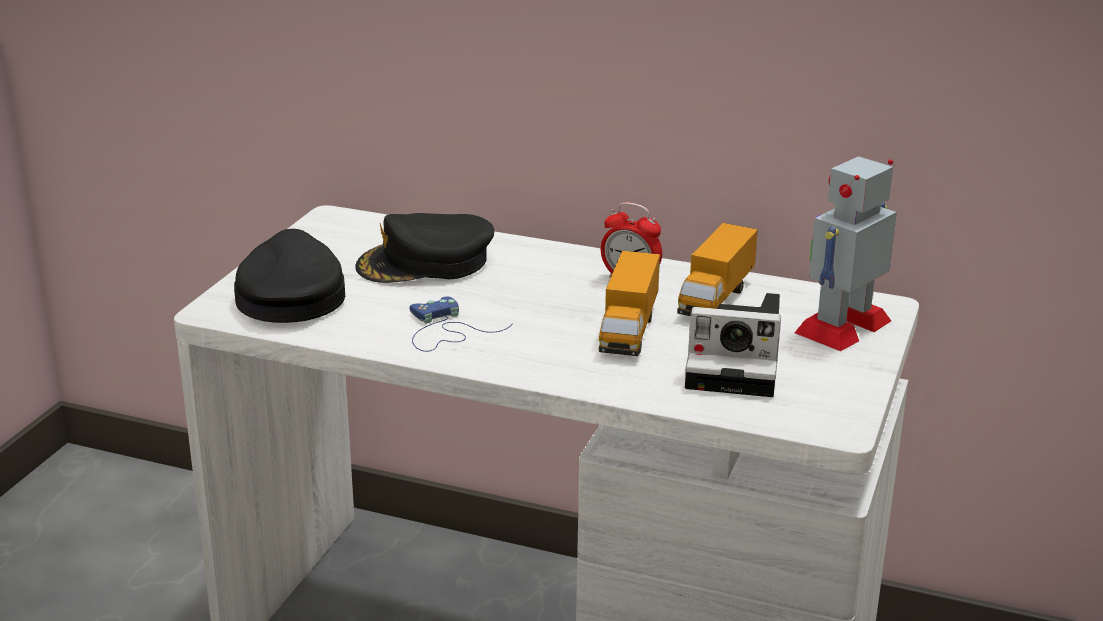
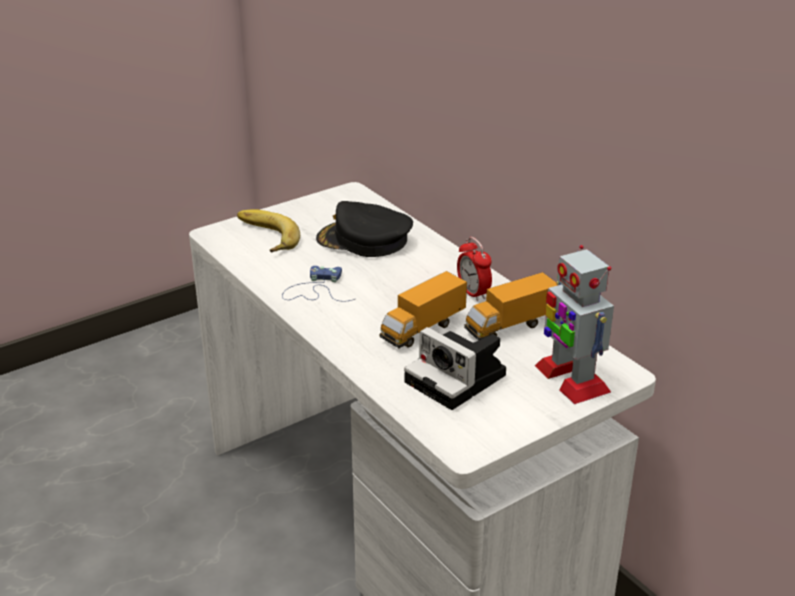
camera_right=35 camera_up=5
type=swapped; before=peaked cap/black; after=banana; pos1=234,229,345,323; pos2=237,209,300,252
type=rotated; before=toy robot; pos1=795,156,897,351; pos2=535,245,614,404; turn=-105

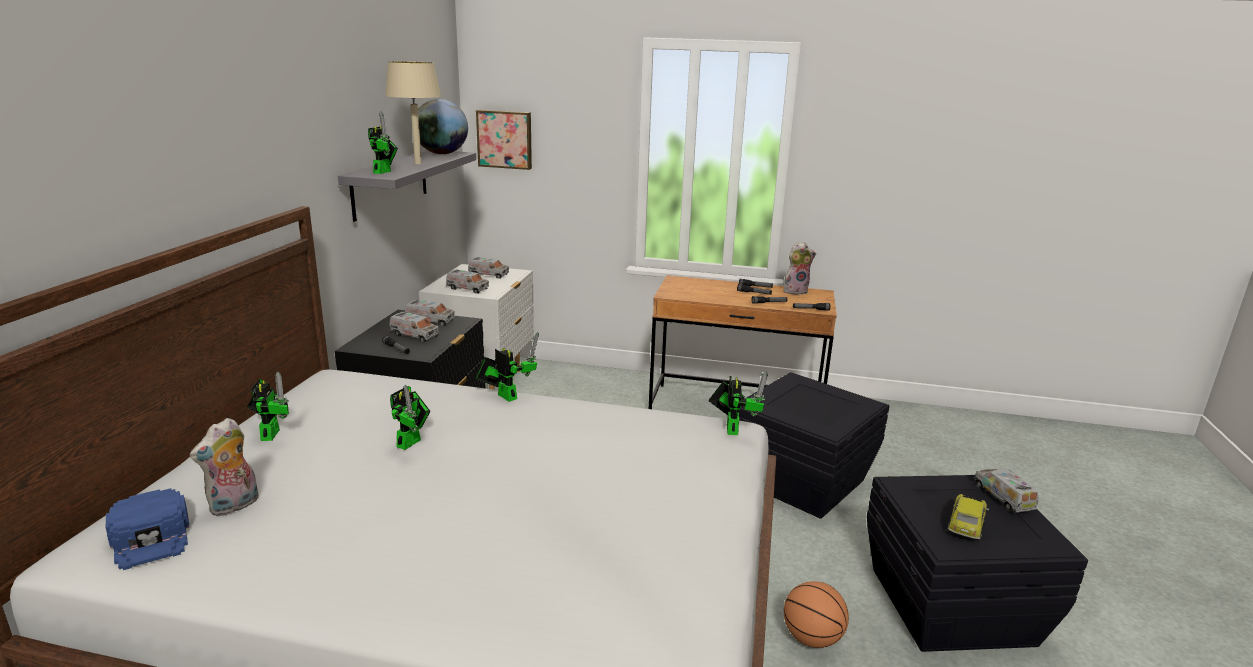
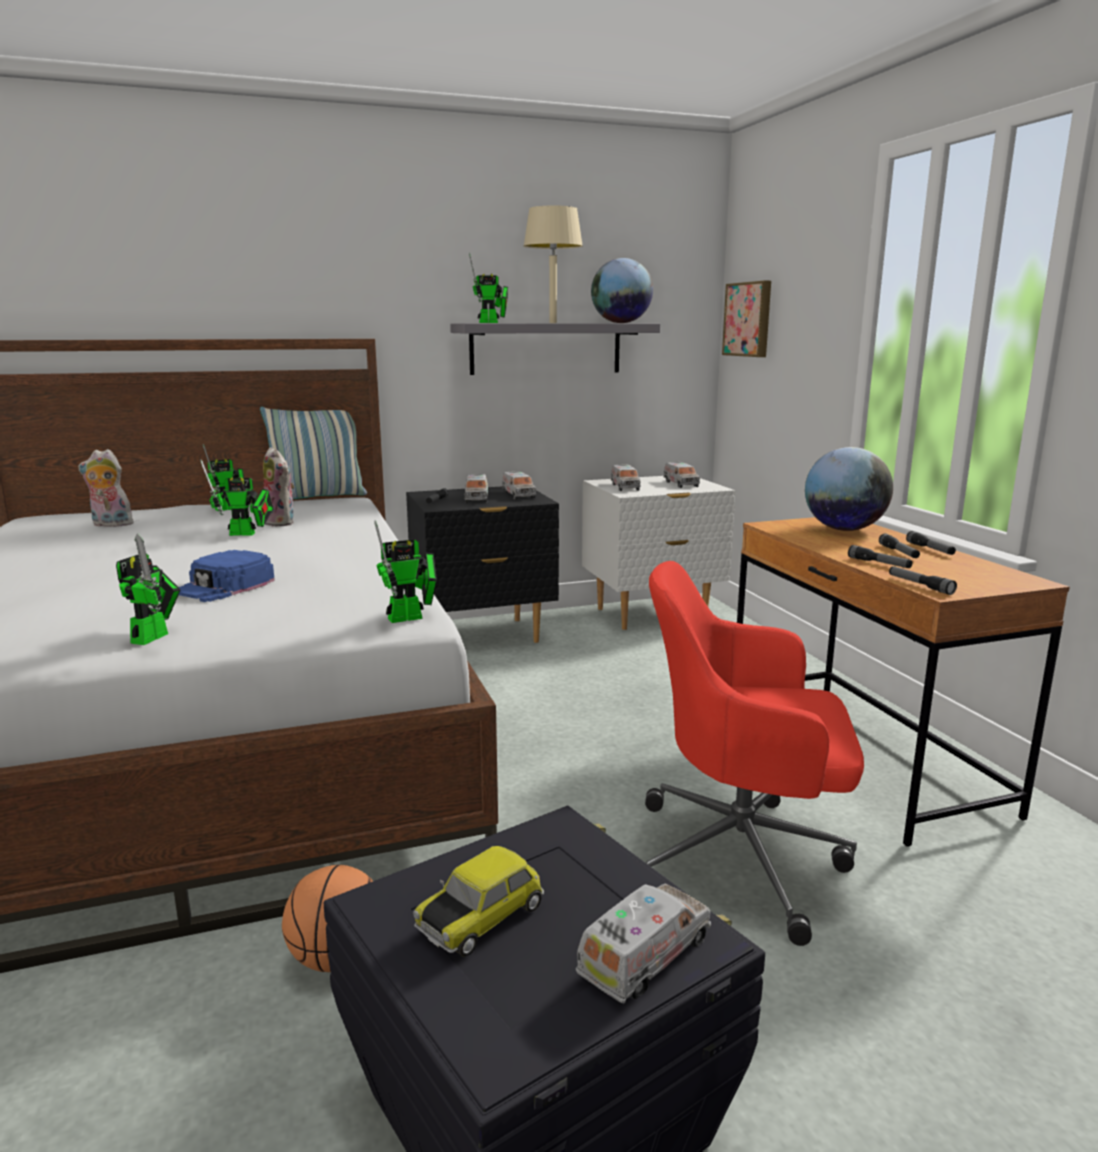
camera_right=60 camera_up=-5
type=shifted; before=toy robot; pos1=475,332,539,402; pos2=116,533,180,645
type=shifted; before=peaked cap/bluish; pos1=106,488,190,570; pos2=179,550,275,602
type=new; after=cushion; pos2=260,407,367,499
type=shifted; before=plush toy; pos1=783,242,816,295; pos2=263,447,295,527
type=rotated; before=toy car; pos1=948,494,989,541; pos2=413,846,544,957; turn=135
type=swapped; before=storage box/black; after=office chair/red-coloured; pos1=738,372,889,519; pos2=645,561,864,946
type=new; after=desk globe; pos2=805,447,893,531

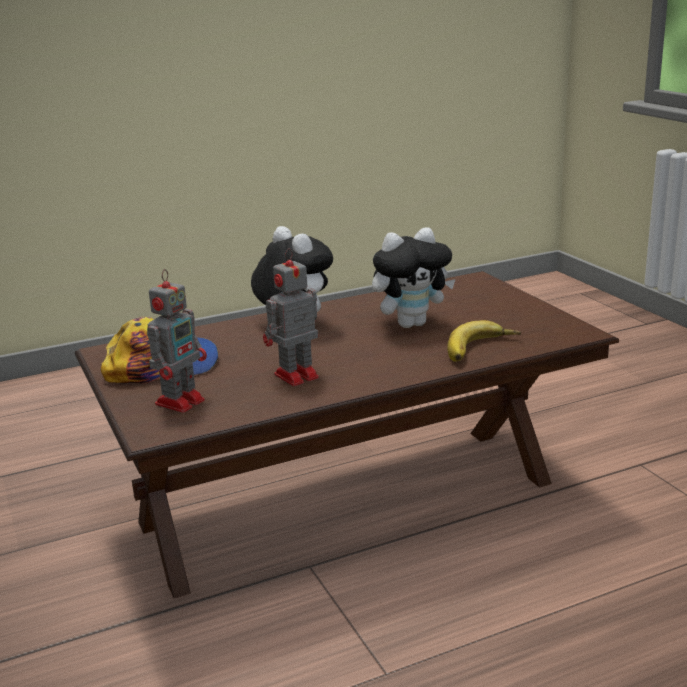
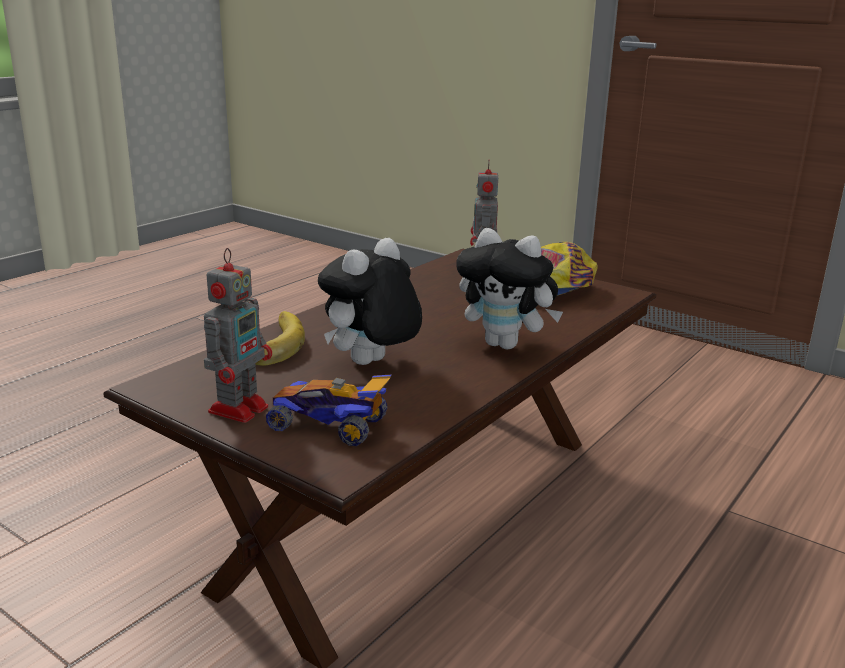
camera_right=150 camera_up=0
type=shifted; before=toy robot; pos1=263,248,319,386; pos2=204,248,272,423
type=new; after=toy car; pos2=266,374,392,446

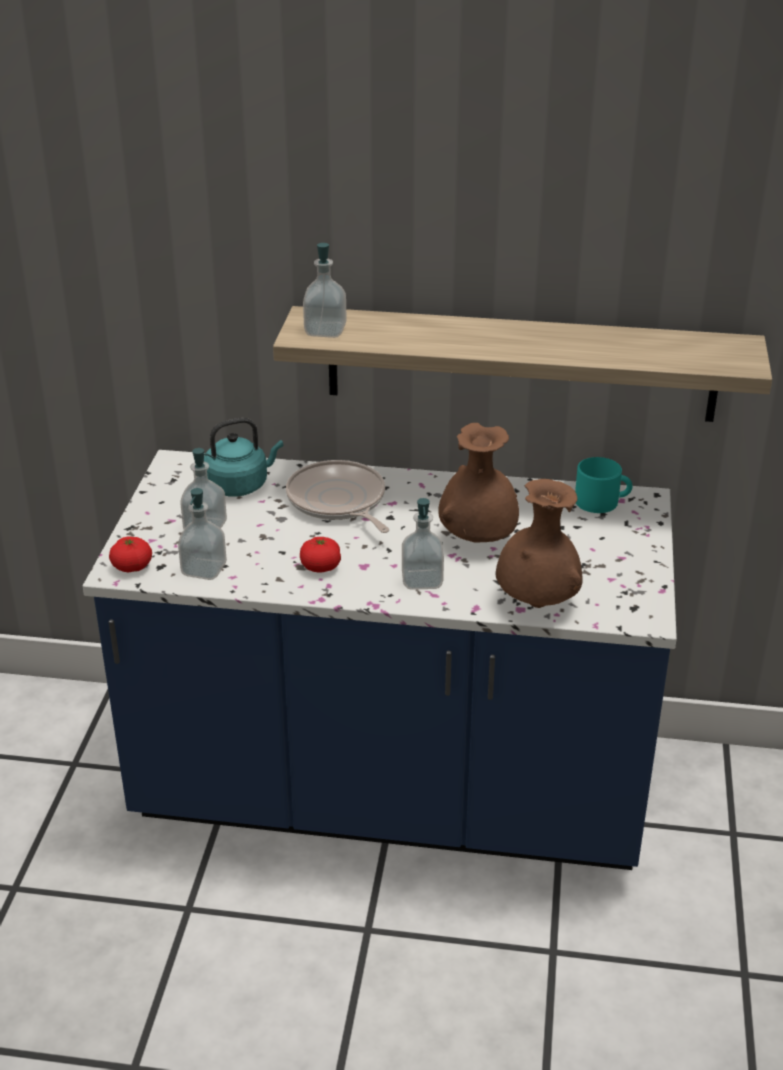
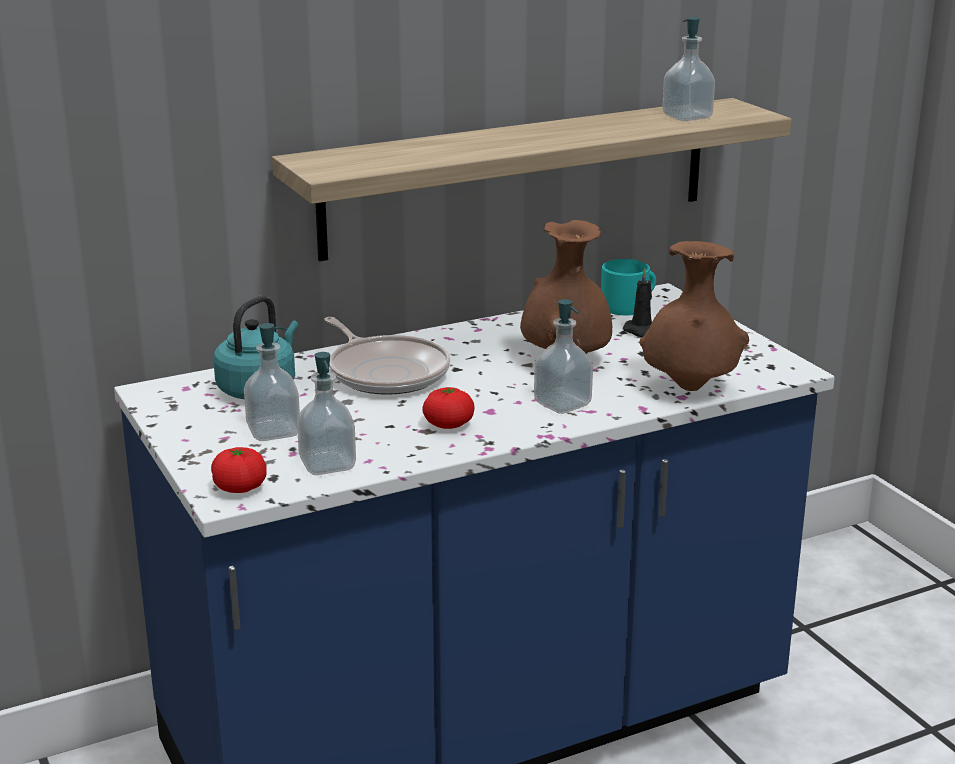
camera_right=-35 camera_up=-10
type=rotated; before=frying pan; pos1=286,460,389,533; pos2=325,317,450,395; turn=-150
type=new; after=candle/black; pos2=623,269,652,337
type=shifted; before=liquid soap bottle; pos1=303,243,347,338; pos2=662,17,715,121

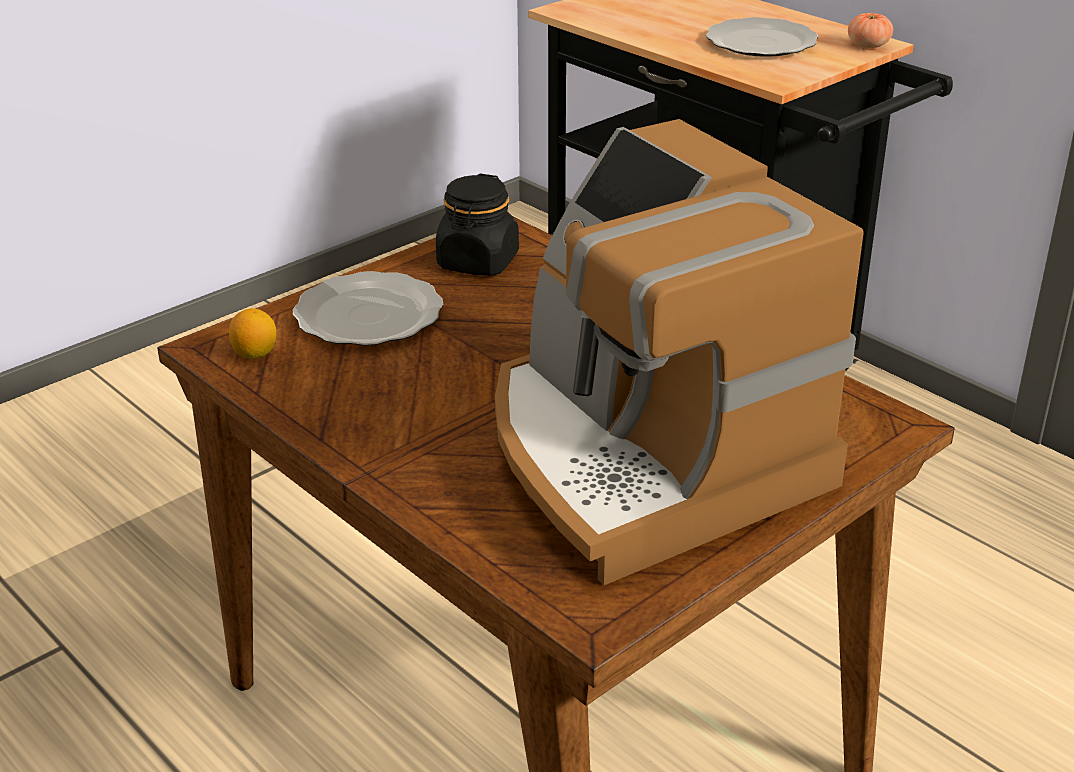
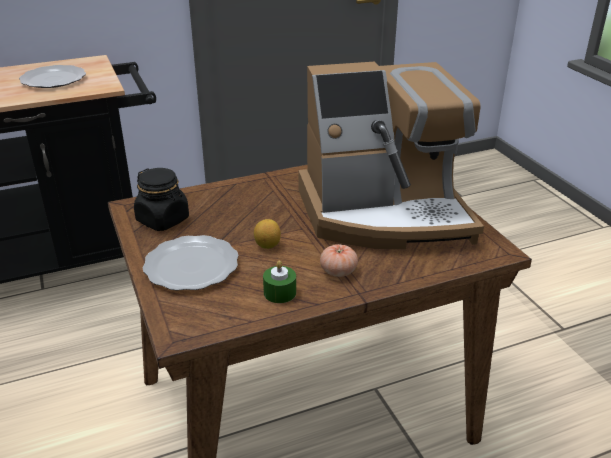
camera_right=-70 camera_up=0
type=shifted; before=lemon; pos1=229,308,277,359; pos2=254,219,281,249
type=new; after=candle/green-coloured; pos2=263,260,296,303
type=shifted; before=tomato; pos1=848,13,893,48; pos2=320,244,358,277

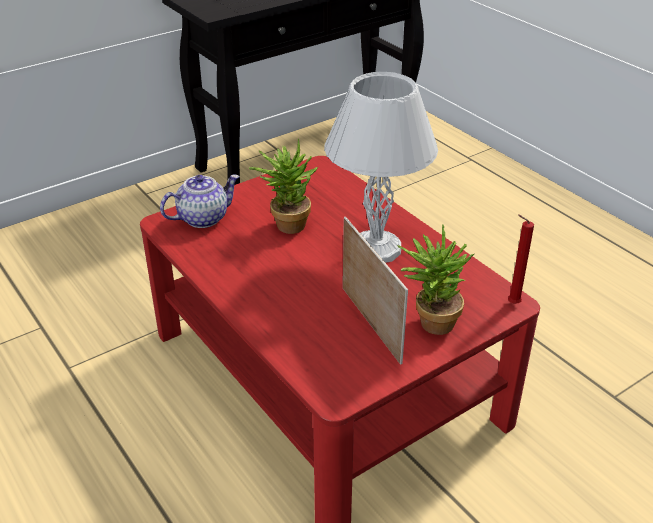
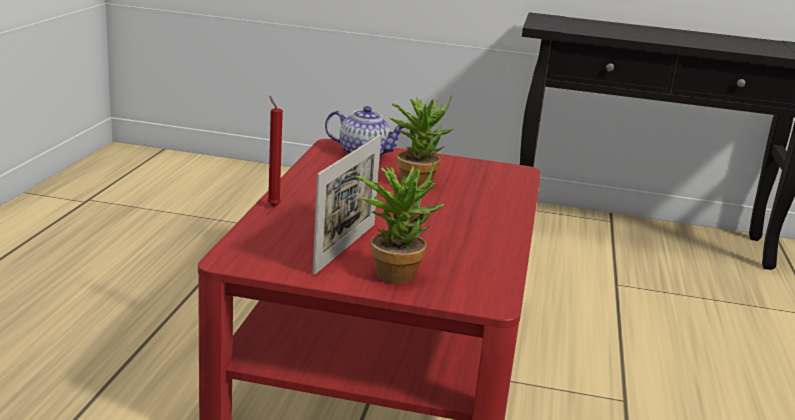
camera_right=45 camera_up=-15
type=shifted; before=candle/red-coloured; pos1=508,215,534,304; pos2=267,96,283,207
type=gone; before=lamp for a table/whitish; pos1=324,72,438,263

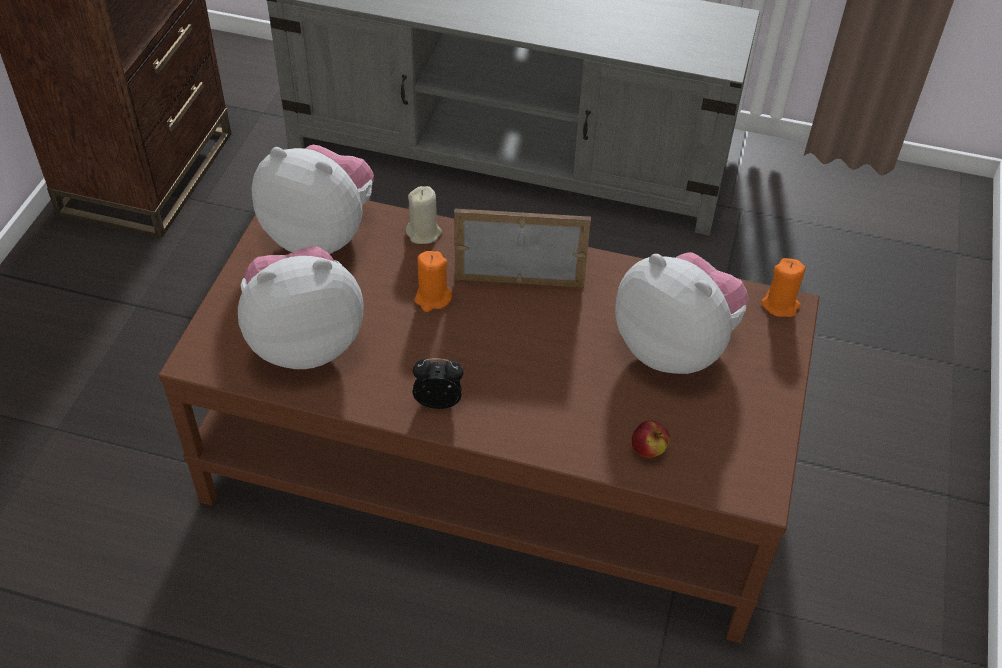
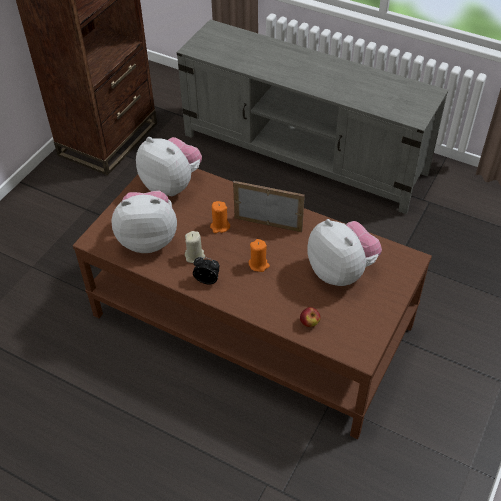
camera_right=15 camera_up=0
type=shifted; before=candle/beige; pos1=406,186,442,244; pos2=185,231,205,263
type=shifted; before=candle/orange-coloured; pos1=761,258,806,317; pos2=248,239,270,272

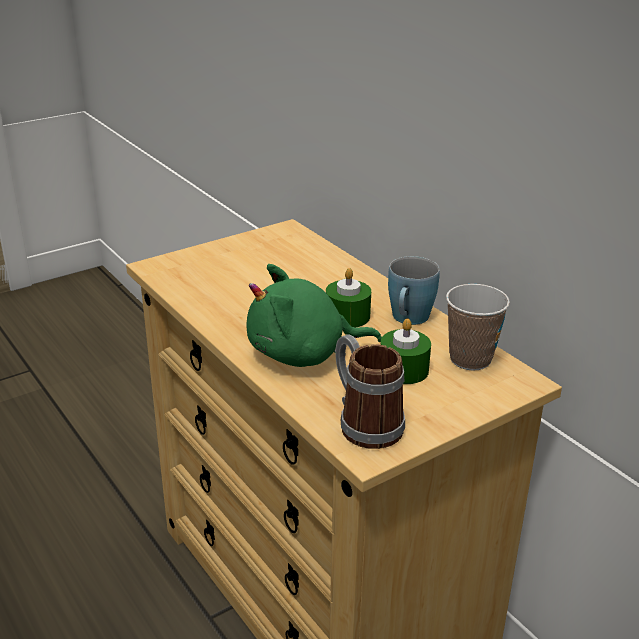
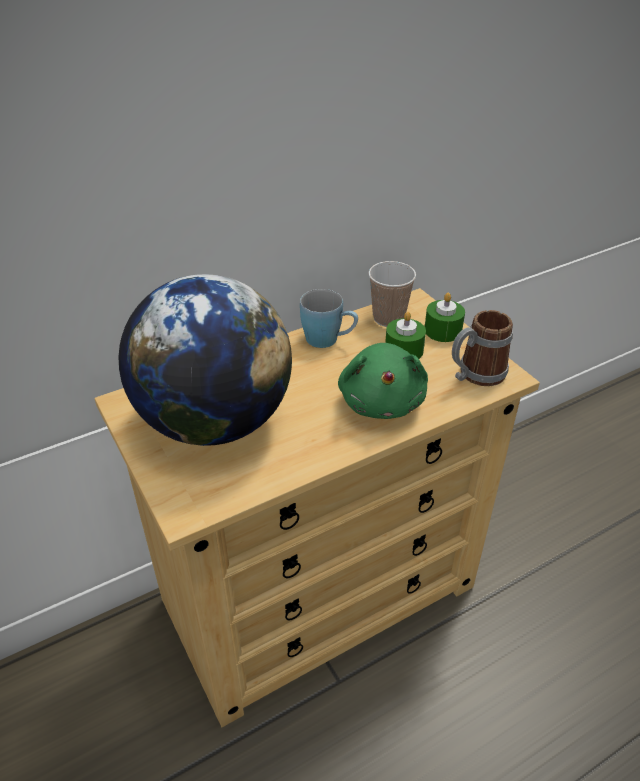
camera_right=-85 camera_up=10
type=new; after=desk globe; pos2=118,274,292,446
type=shifted; before=candle/green-coloured; pos1=326,268,371,328; pos2=425,293,465,342

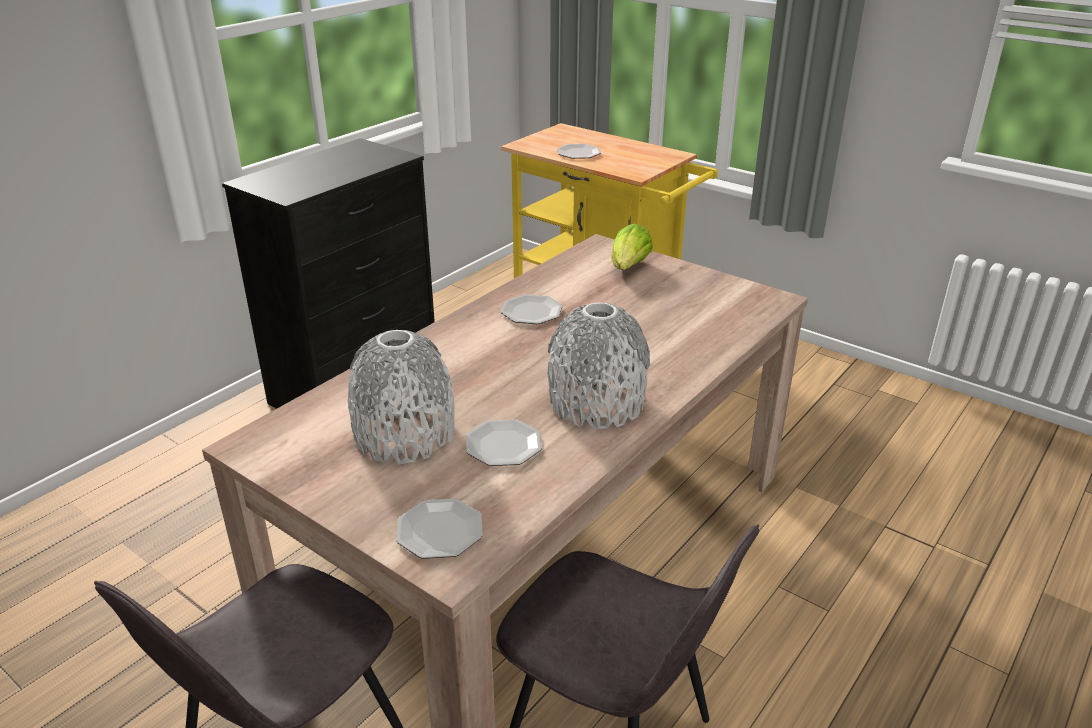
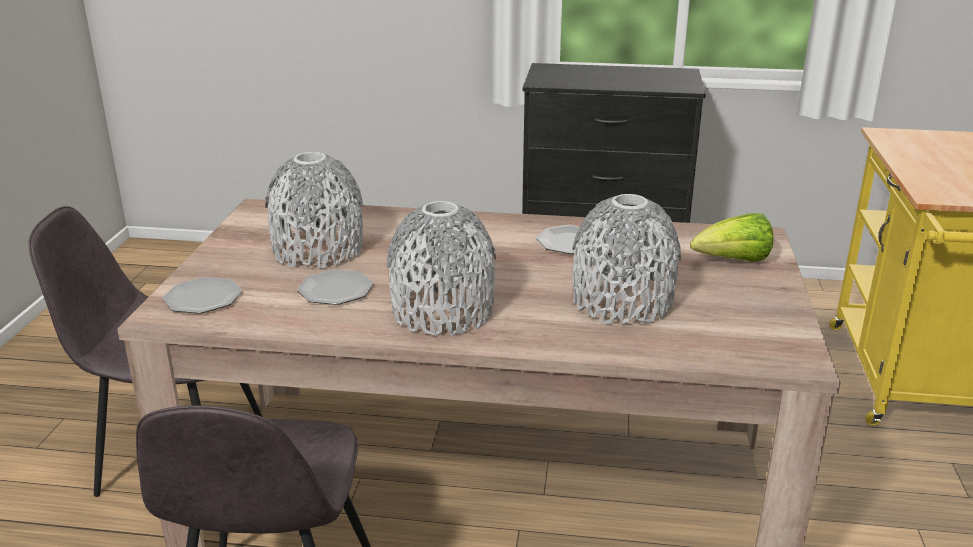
camera_right=60 camera_up=-5
type=new; after=decorative vase/greyish; pos2=572,194,681,324
type=gone; before=dinner plate; pos1=557,144,601,159

